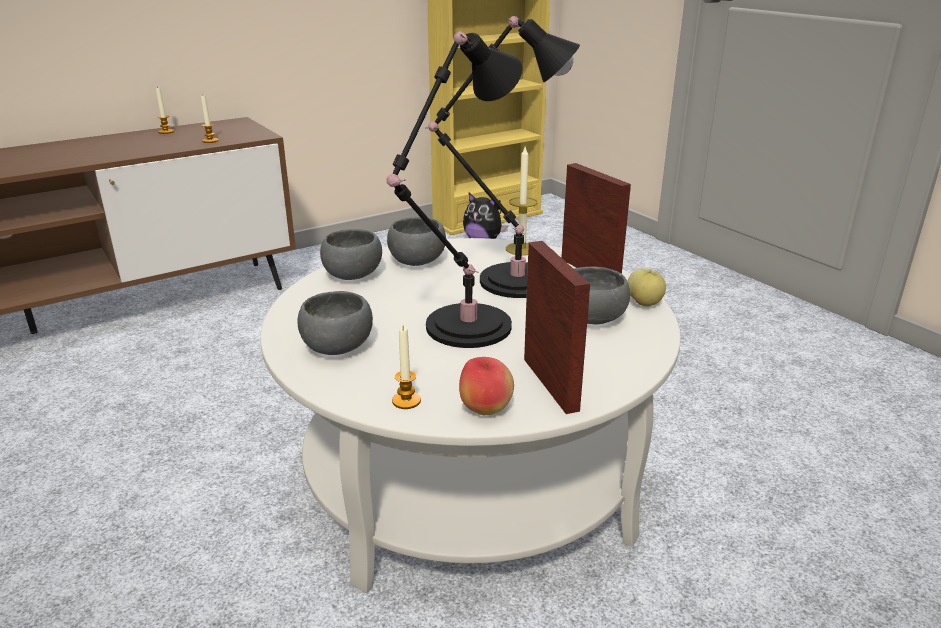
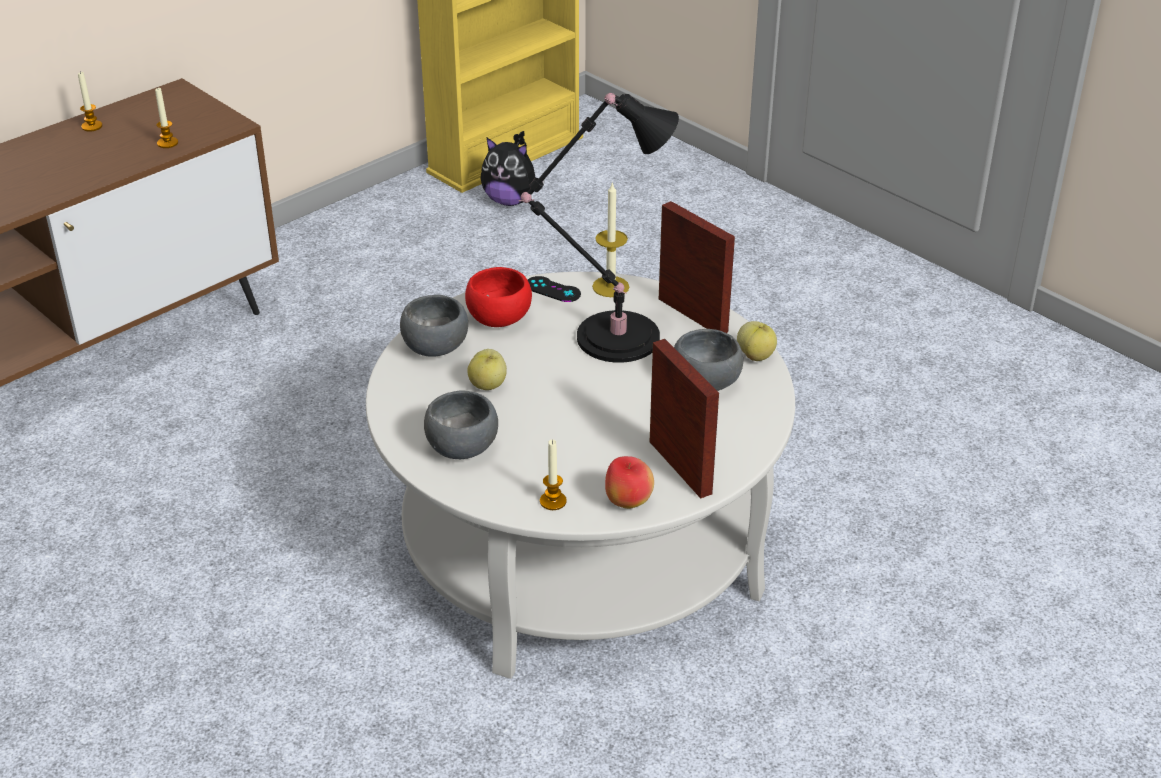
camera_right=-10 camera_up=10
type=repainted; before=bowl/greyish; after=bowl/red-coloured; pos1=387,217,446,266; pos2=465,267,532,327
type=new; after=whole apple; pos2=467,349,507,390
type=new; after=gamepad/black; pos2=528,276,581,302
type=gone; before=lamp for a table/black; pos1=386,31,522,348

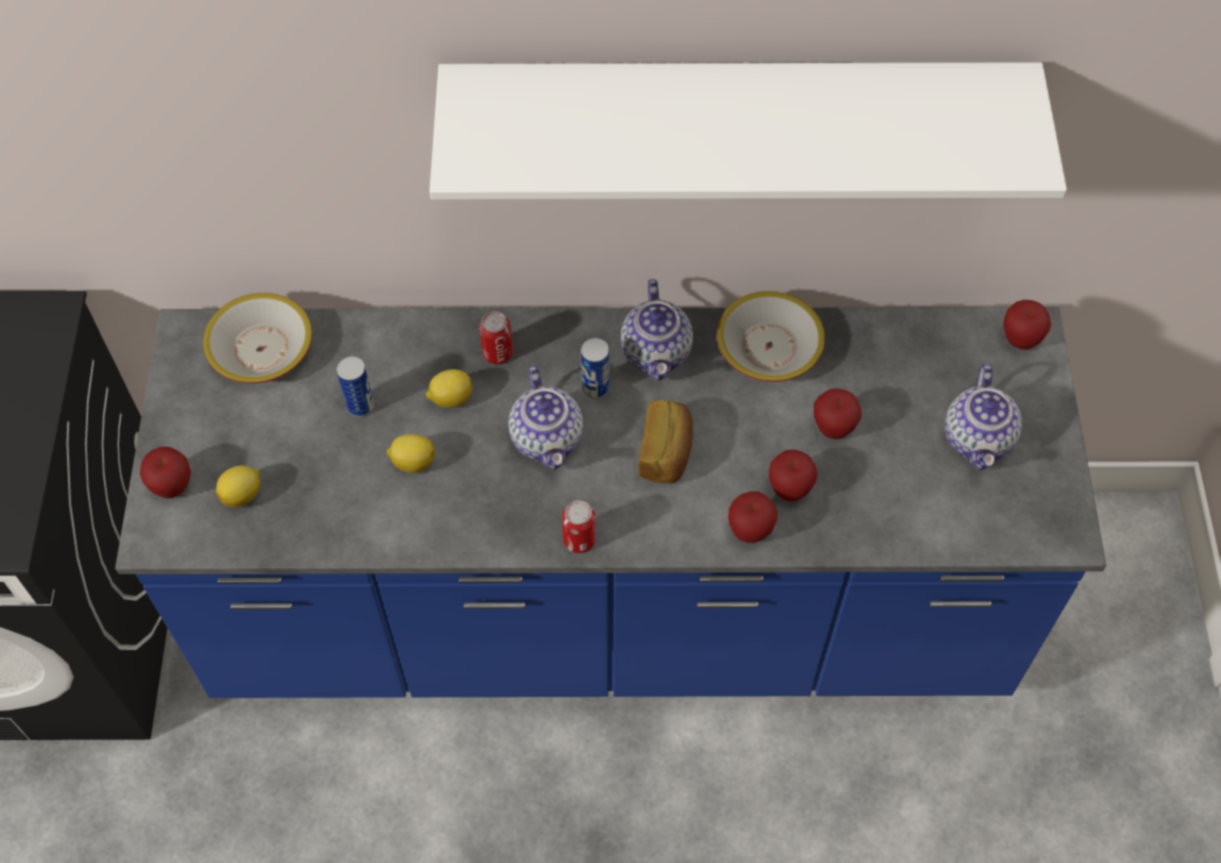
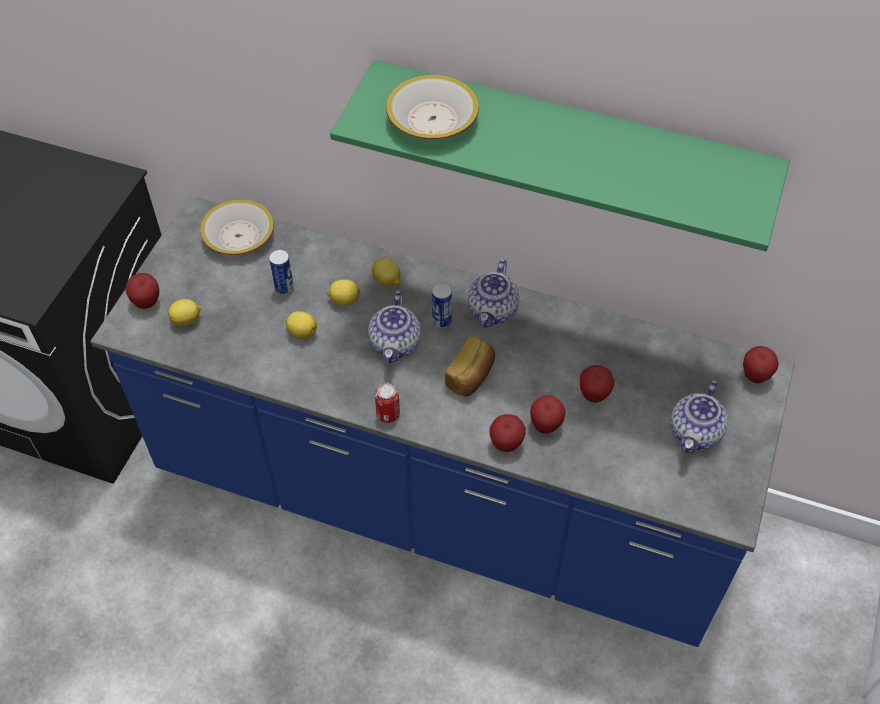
camera_right=20 camera_up=-5
type=repainted; before=shelf/whitish; after=shelf/green-coloured; pos1=430,62,1067,199; pos2=330,60,790,251
type=swapped; before=metal can; after=lemon; pos1=479,311,513,364; pos2=372,258,401,287
type=shifted; before=bowl; pos1=717,291,825,382; pos2=386,75,479,140

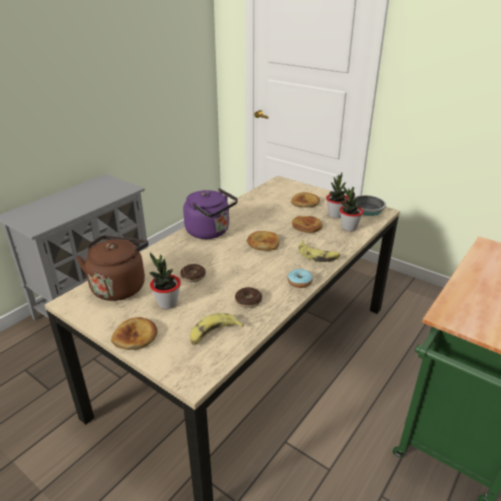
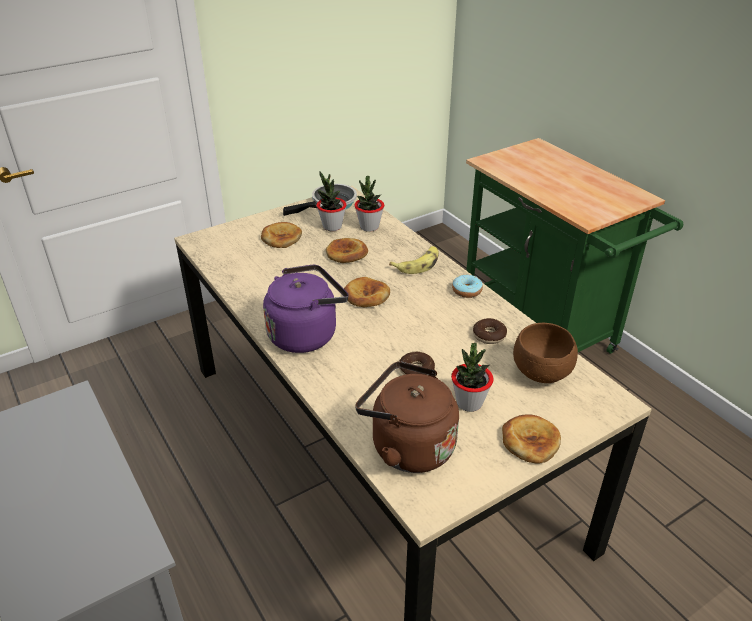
camera_right=-70 camera_up=5
type=swapped; before=banana; after=bowl/brown; pos1=190,313,244,345; pos2=513,323,578,383

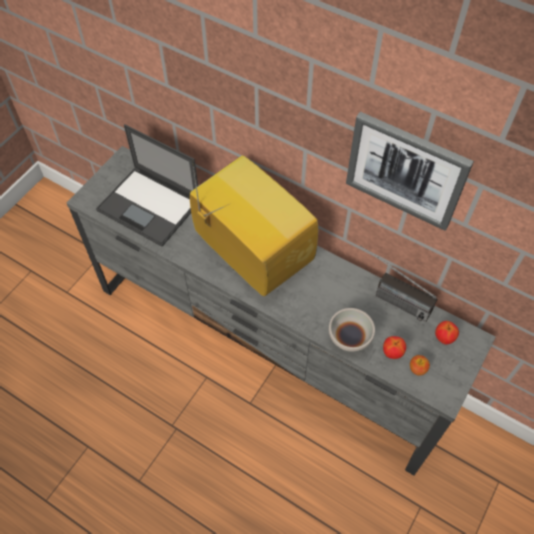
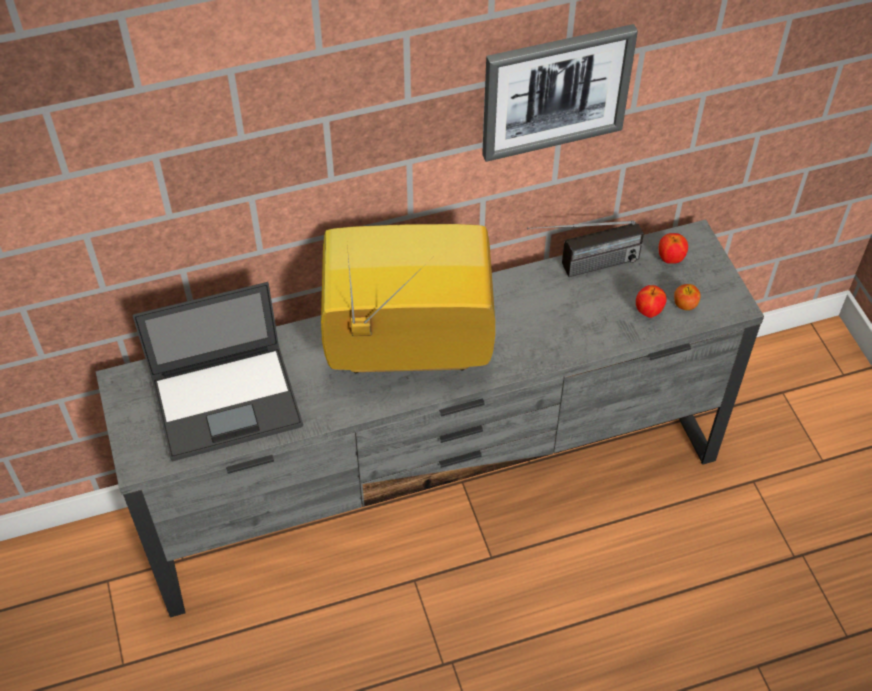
camera_right=-50 camera_up=-5
type=gone; before=bowl/whitish; pos1=329,308,375,352

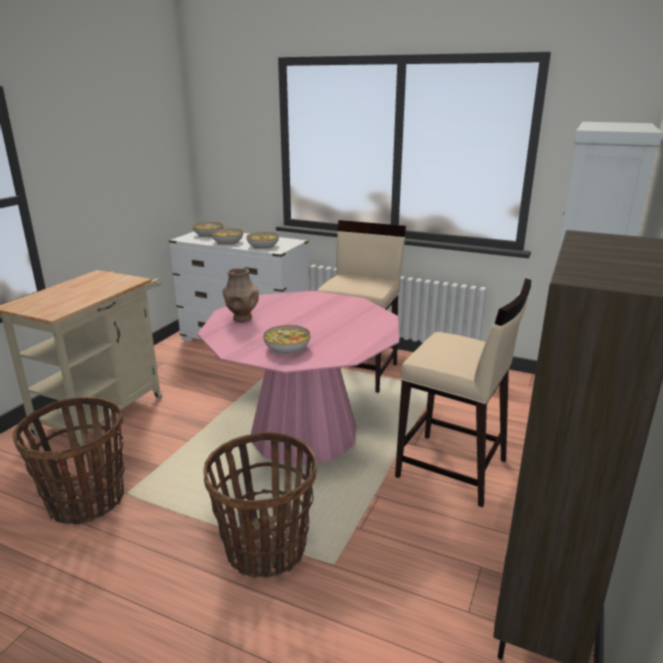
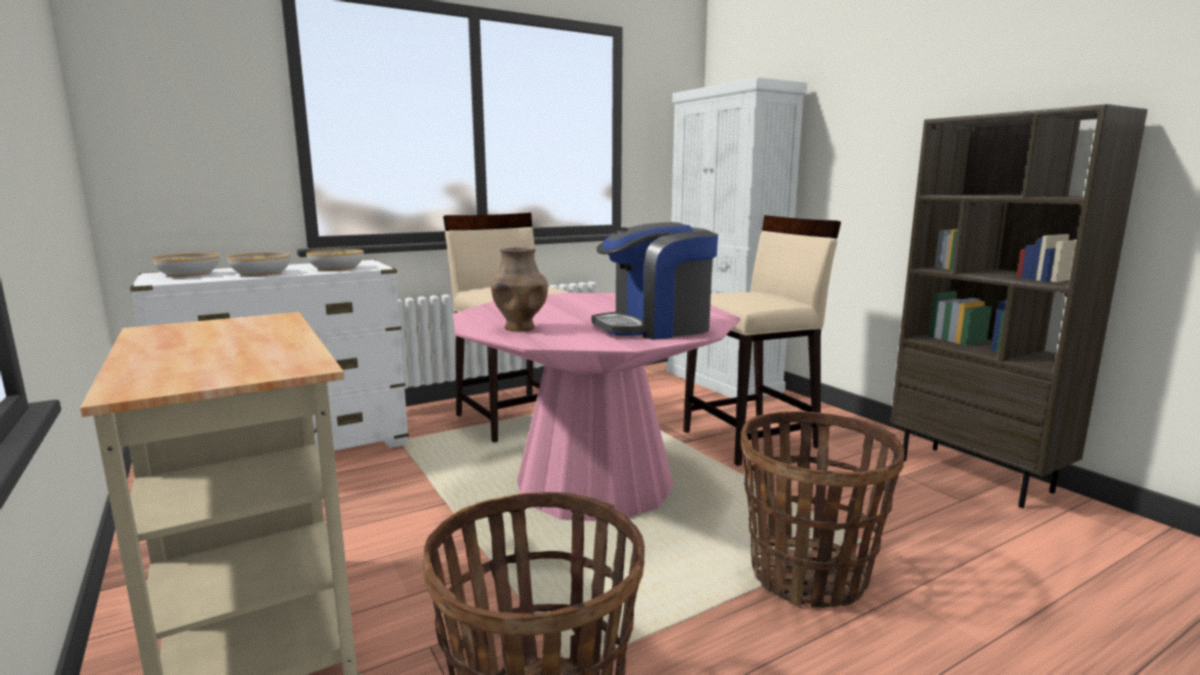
camera_right=-55 camera_up=-10
type=swapped; before=bowl; after=coffee machine; pos1=263,325,311,354; pos2=591,222,718,340

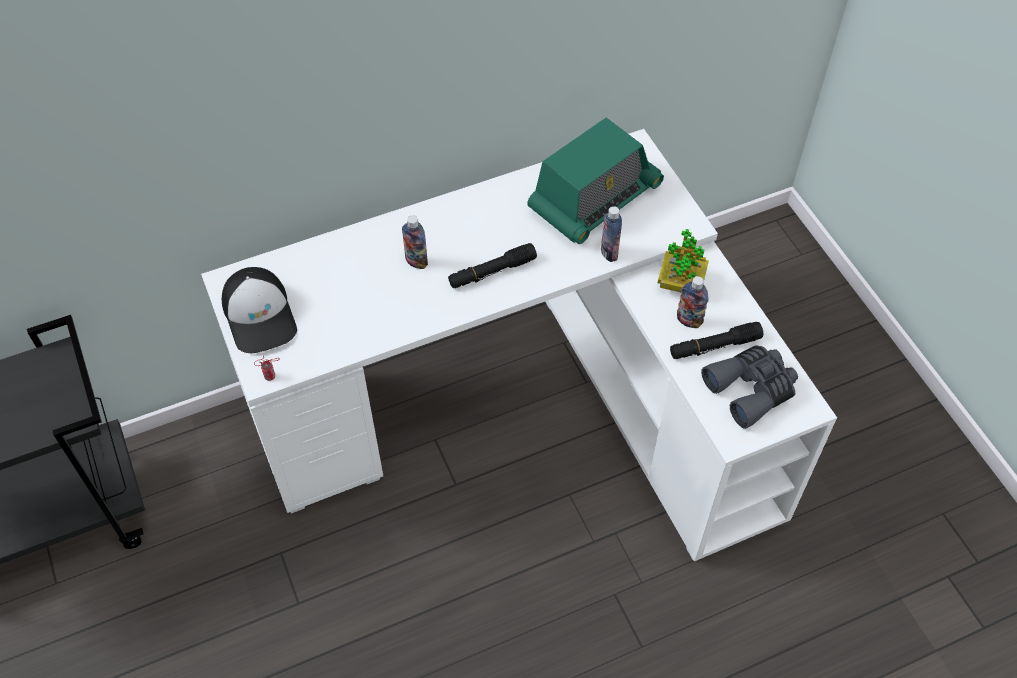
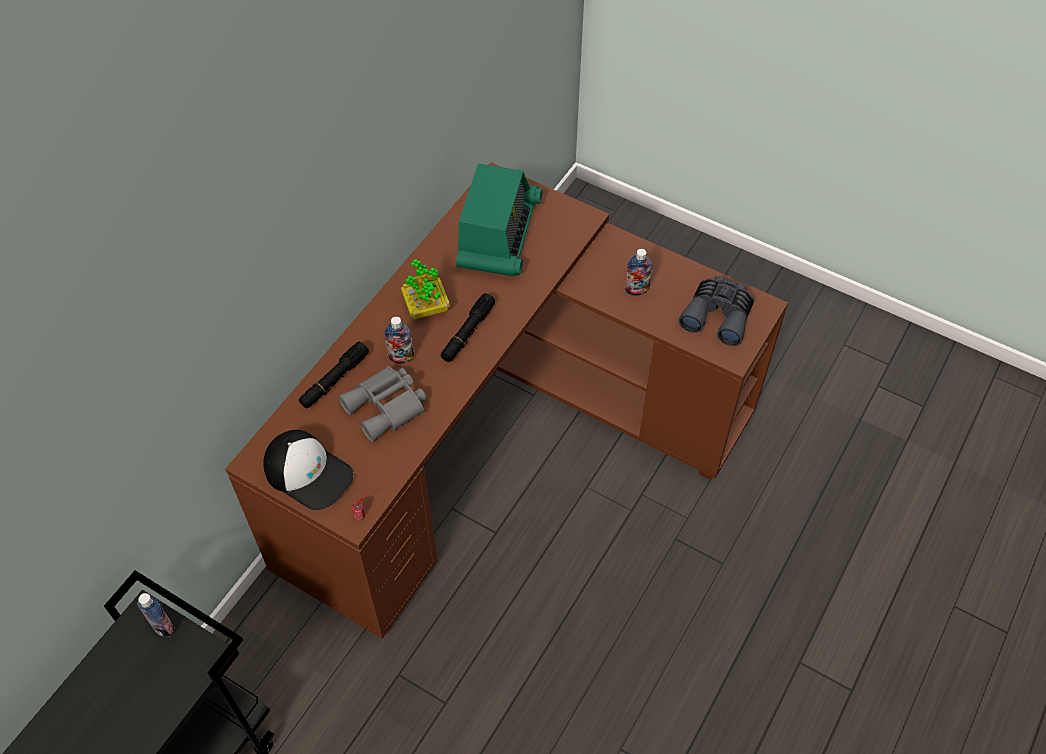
camera_right=-35 camera_up=0
type=shifted; before=bottle; pos1=601,206,622,262; pos2=137,593,175,637
type=repainted; before=desk/whitish; after=desk/brown; pos1=201,129,837,561; pos2=225,162,788,639
type=shifted; before=hand torch/black; pos1=670,322,763,359; pos2=299,341,369,408
type=new; after=binoculars/greyish; pos2=338,366,427,442
type=shifted; before=plant in a pot; pos1=658,229,709,292; pos2=401,259,450,320

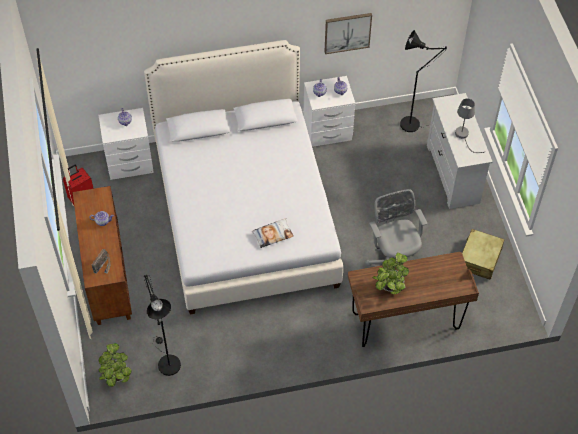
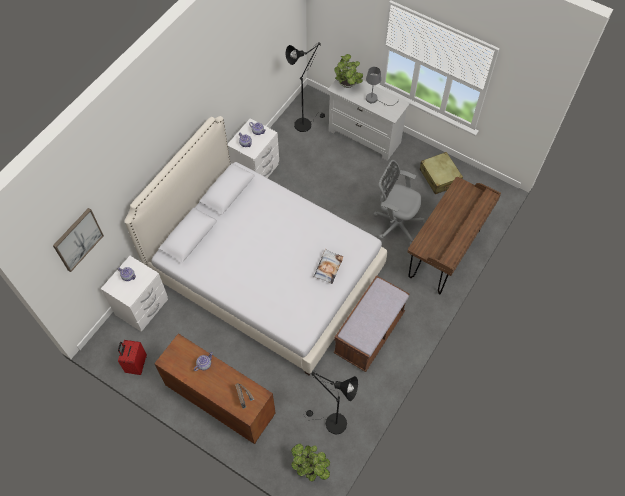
camera_right=-45 camera_up=5
type=shifted; before=picture; pos1=324,13,372,54; pos2=53,208,104,272
type=new; after=long seat/brown; pos2=333,275,409,372
type=shifted; before=plant in a pot; pos1=372,253,409,294; pos2=334,54,363,88

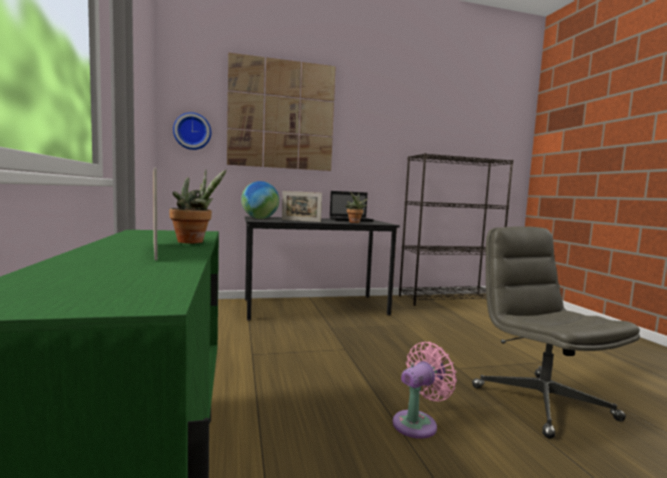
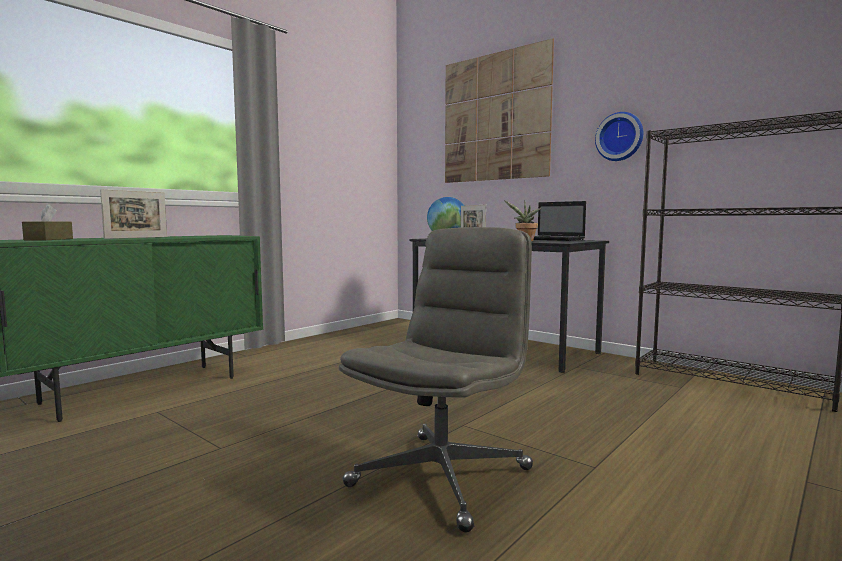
camera_right=55 camera_up=0
type=new; after=box of tissues/brown; pos2=22,204,73,240
type=shifted; before=clock on the wall; pos1=173,112,211,150; pos2=595,112,643,161
type=gone; before=plant in a pot; pos1=169,169,227,244
type=gone; before=fan/pinkish; pos1=393,342,457,439

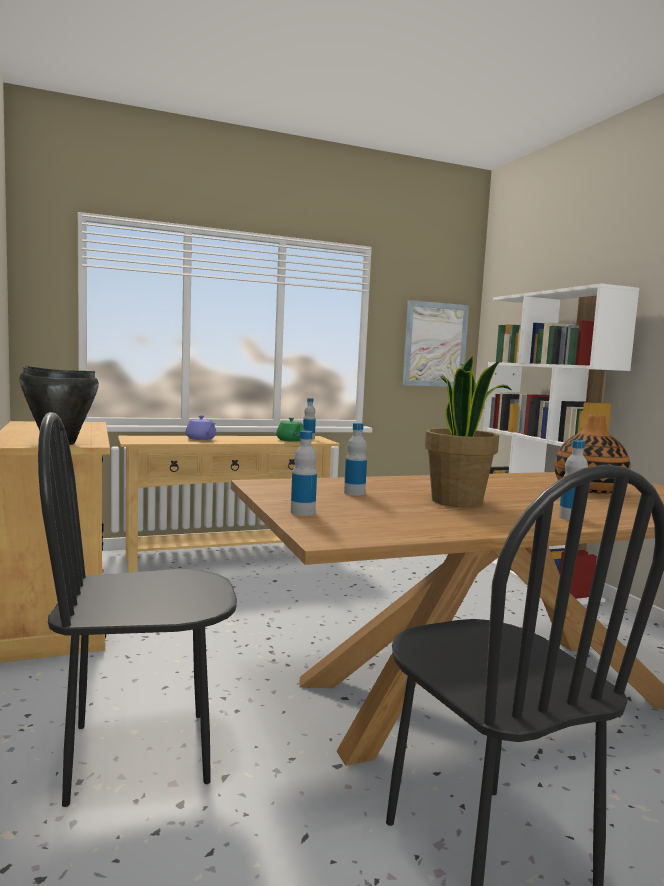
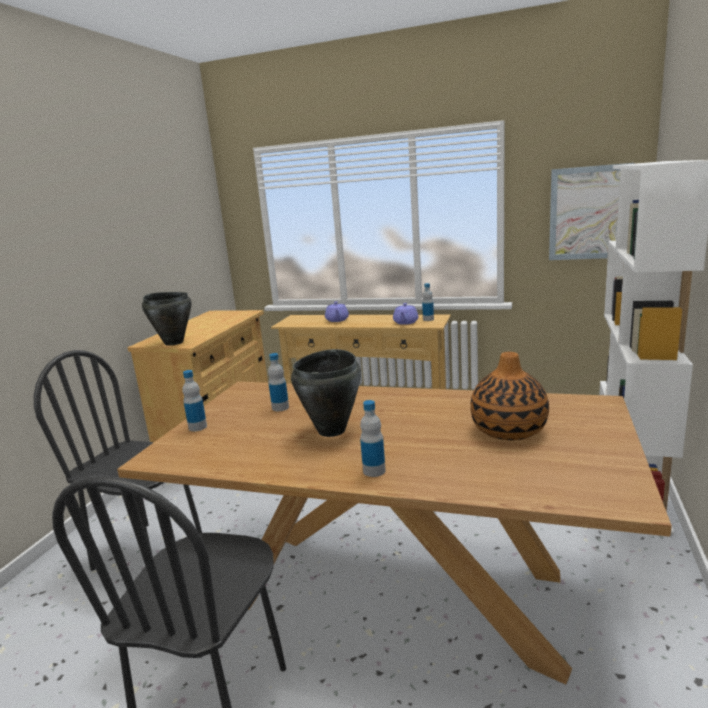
camera_right=40 camera_up=10
type=swapped; before=plant in a pot; after=saucepot/black; pos1=425,356,511,507; pos2=291,349,361,437
type=repainted; before=teapot/green-coloured; after=teapot/purple-coloured; pos1=276,418,305,442; pos2=393,303,419,325

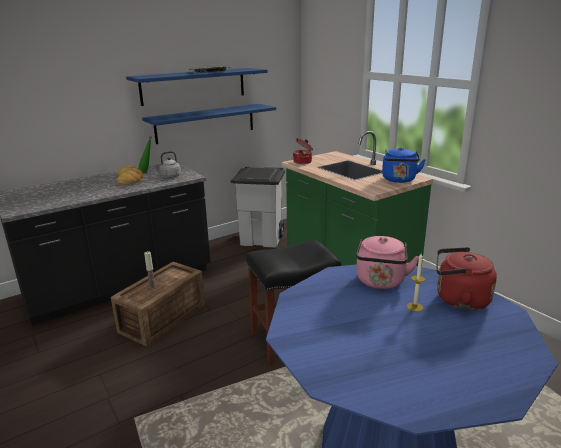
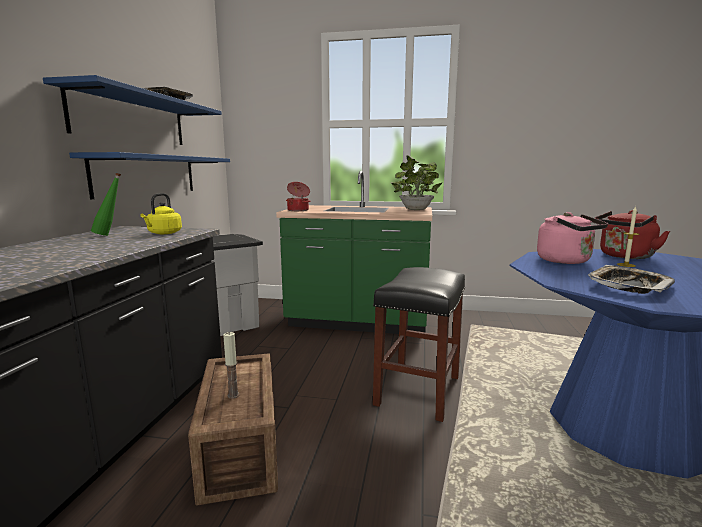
camera_right=-45 camera_up=-10
type=repainted; before=kettle/greyish; after=kettle/yellow; pos1=153,151,181,178; pos2=140,193,182,234
type=swapped; before=kettle/bluish; after=plant in a pot; pos1=382,147,426,183; pos2=391,155,443,210
type=new; after=serving tray; pos2=588,265,675,294
type=gone; before=baked bread; pos1=116,165,143,186

